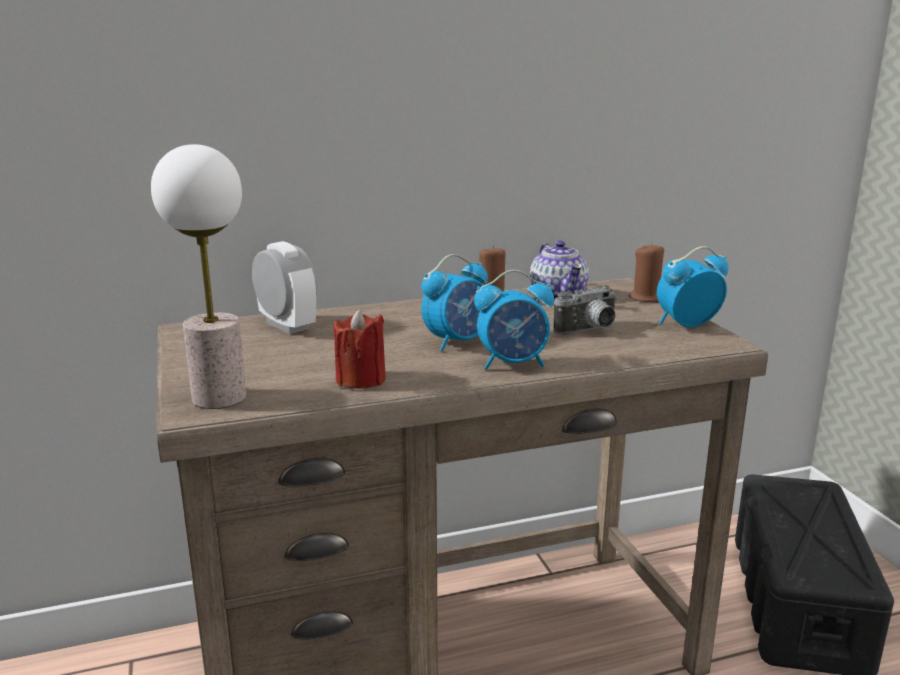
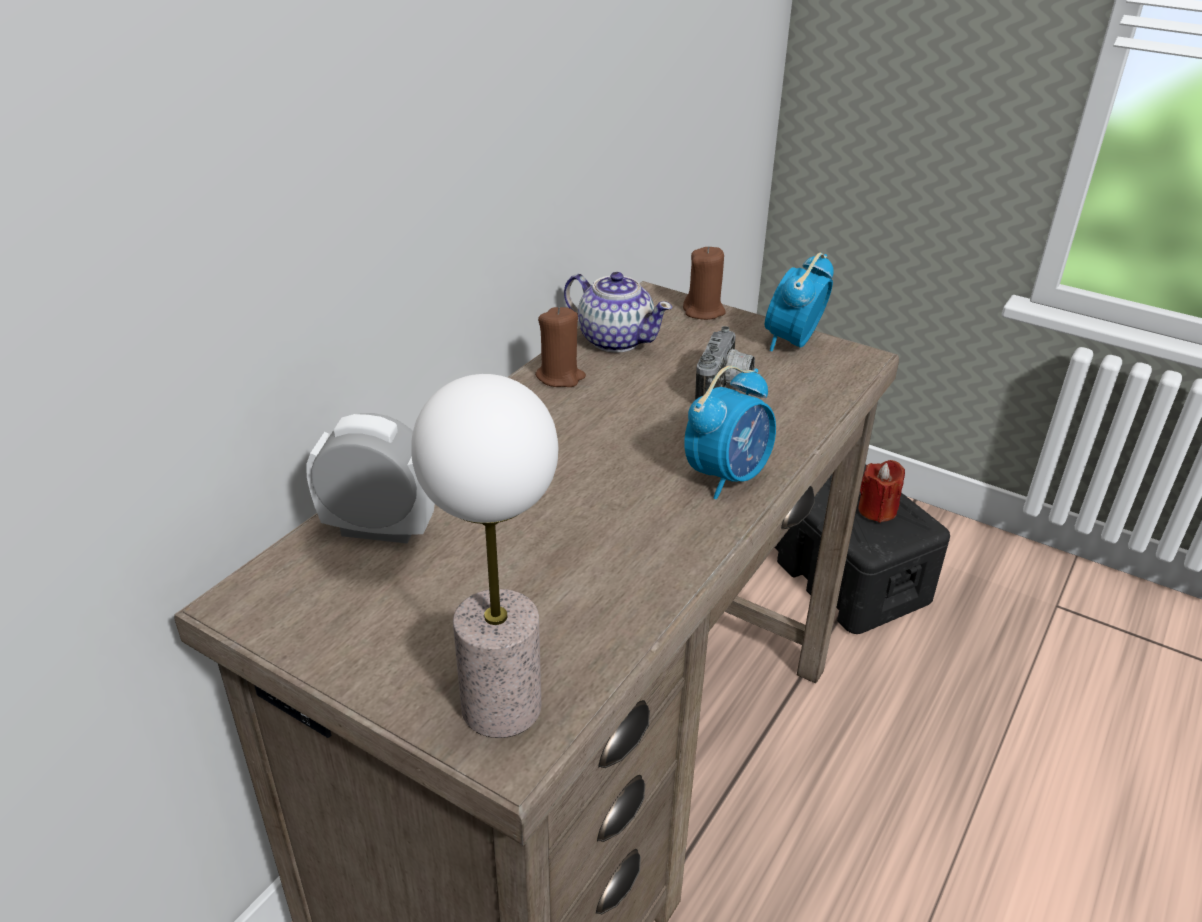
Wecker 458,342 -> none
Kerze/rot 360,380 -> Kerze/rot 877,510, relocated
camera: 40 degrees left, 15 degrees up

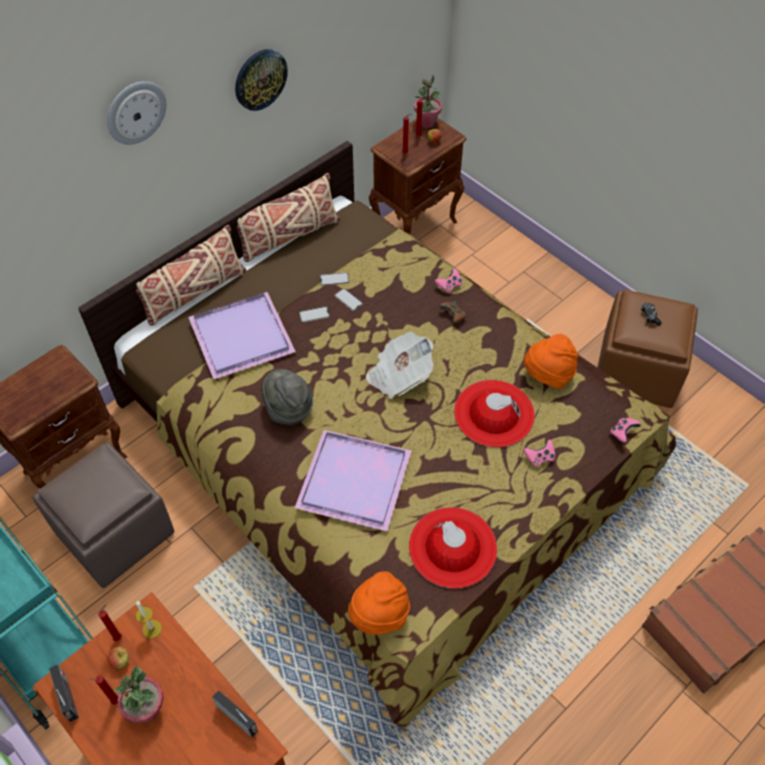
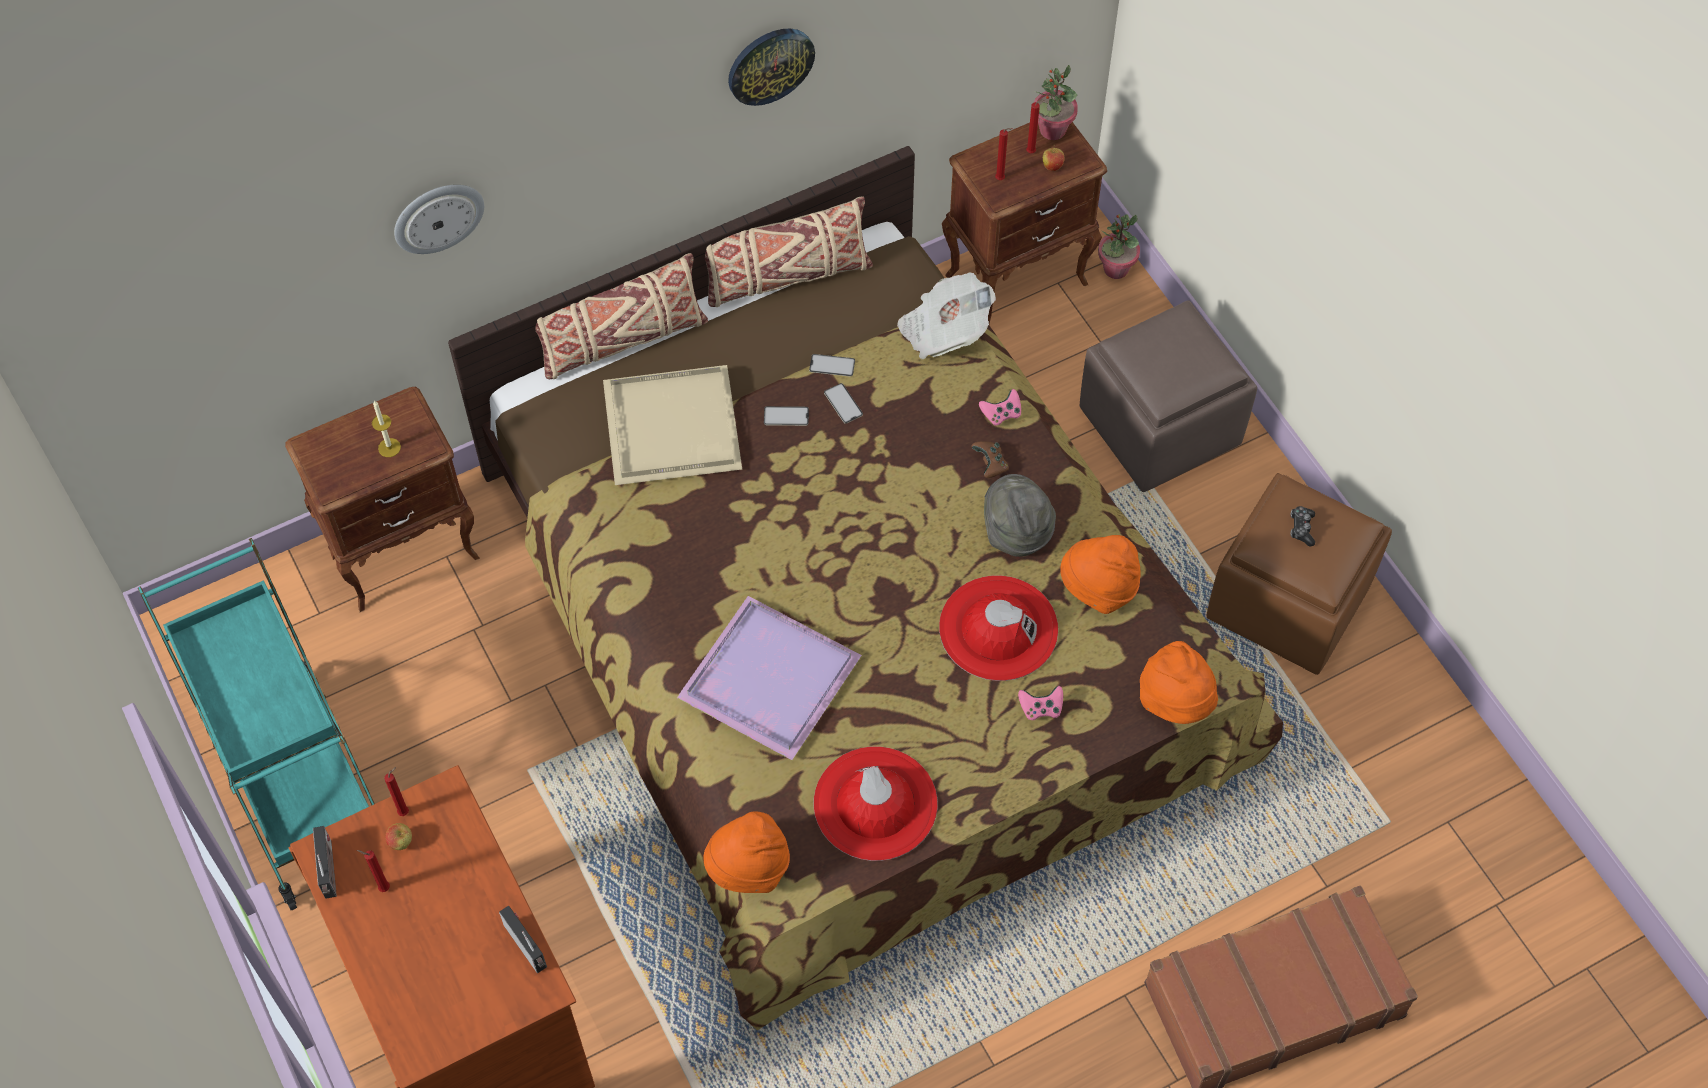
Wanduhr 135,112 -> Wanduhr 438,217, relocated
Tablett/lila 240,338 -> Tablett/beige 670,430
Zeitung 399,375 -> Zeitung 944,330, relocated
Hut/grau 288,409 -> Hut/grau 1016,531, relocated
Gamepad/rosa 622,433 -> Hut/orange 1175,701
Polsterhocker/braun 116,533 -> Polsterhocker/braun 1161,427, relocated
Kerze 152,629 -> Kerze 389,447, relocated
Topfpflanze 146,708 -> Topfpflanze 1115,269, relocated
camera: 15 degrees right, 5 degrees up

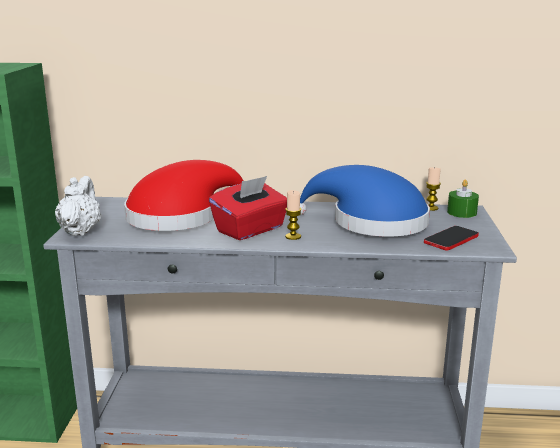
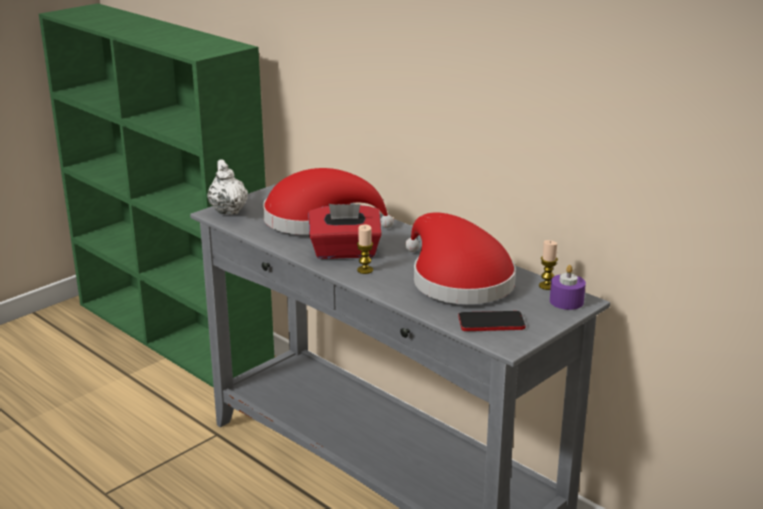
Hut/blau 371,222 -> Hut/rot 457,280
Teekanne/weiß 80,231 -> Teekanne/weiß 228,210, 60 degrees counterclockwise
Kerze/grün 461,212 -> Kerze/lila 566,301
camera: 40 degrees right, 5 degrees up

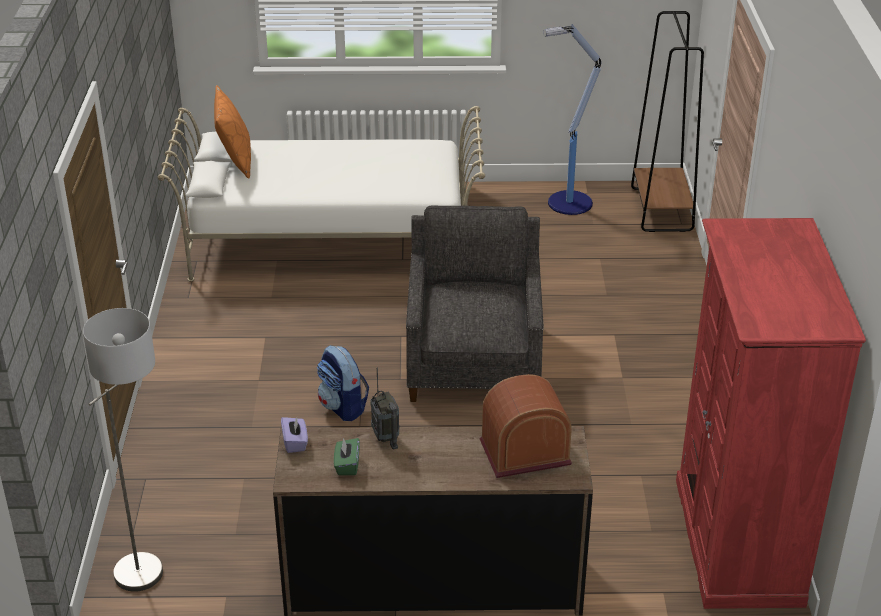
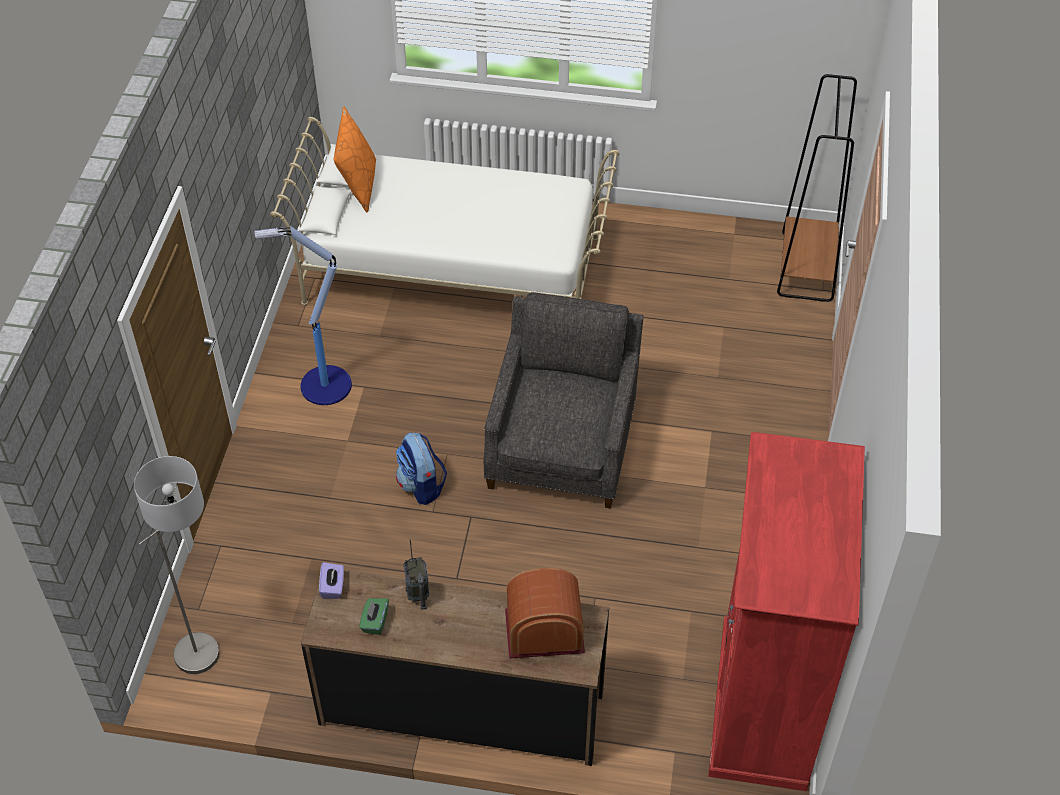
Stehlampe 568,203 -> Stehlampe 323,386, relocated
camera: 10 degrees right, 15 degrees up

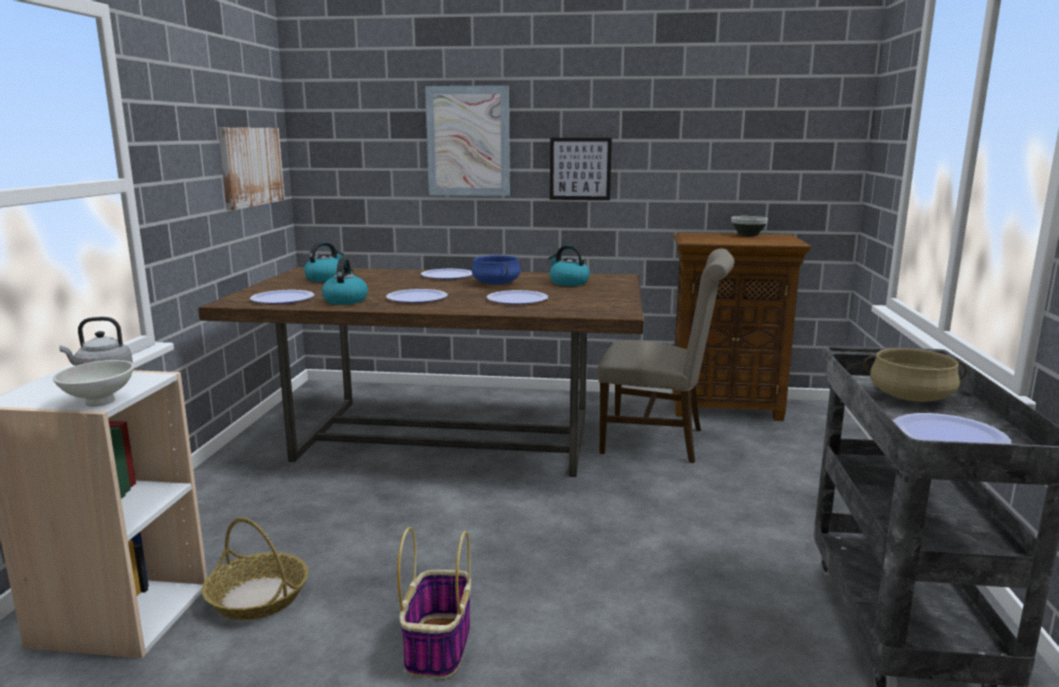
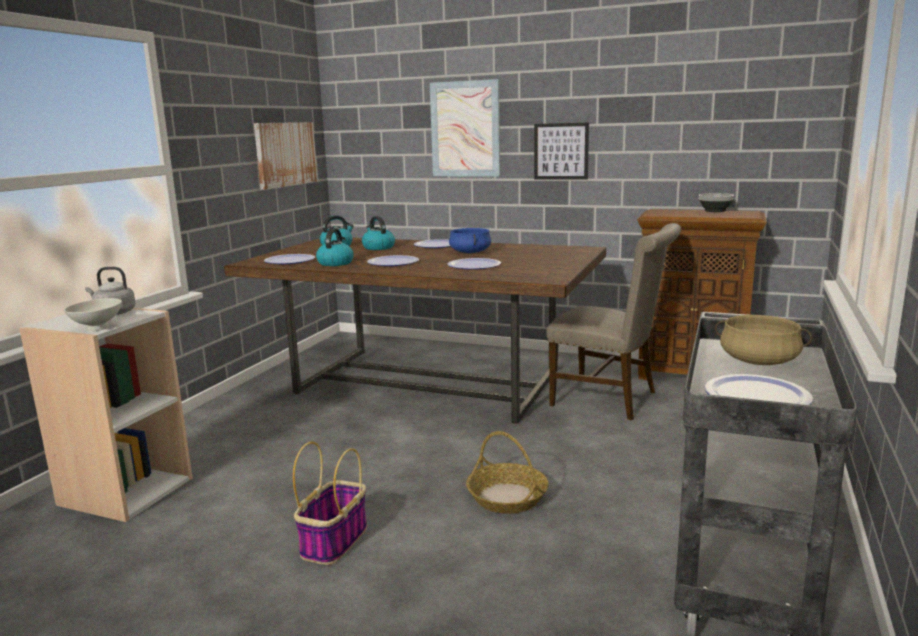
Wasserkessel 568,282 -> Wasserkessel 378,247, relocated
Korb 257,597 -> Korb 506,497, relocated
camera: 15 degrees right, 0 degrees up

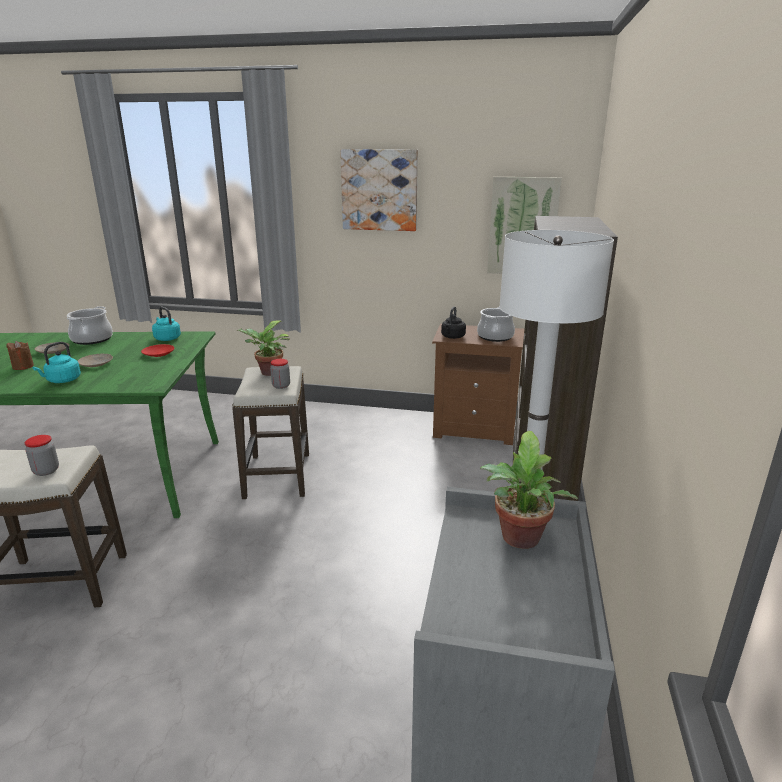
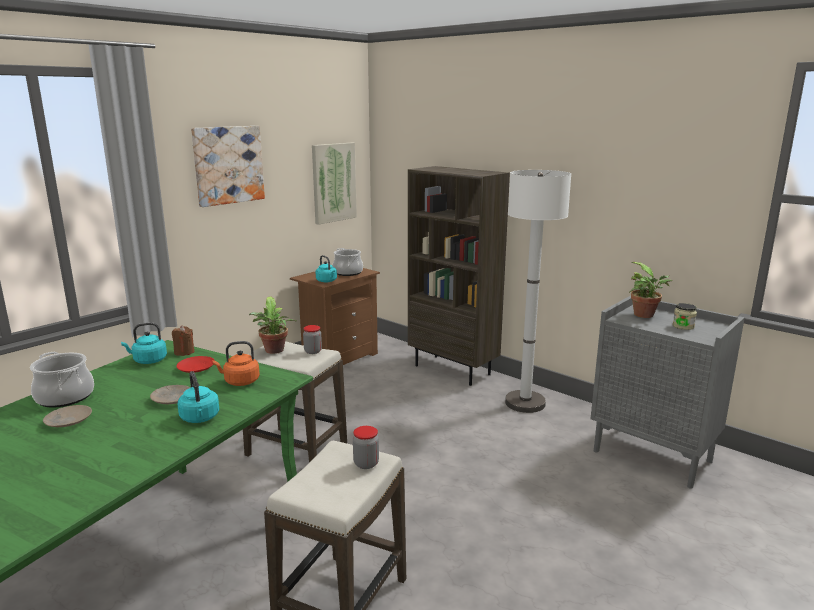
Wasserkessel/schwarz 452,337 -> Wasserkessel/türkis 327,281
Kerze/braun 23,366 -> Kerze/braun 184,352, relocated
none -> Vorratsglas 683,326
none -> Wasserkessel/orange 240,382
camera: 60 degrees left, 5 degrees down

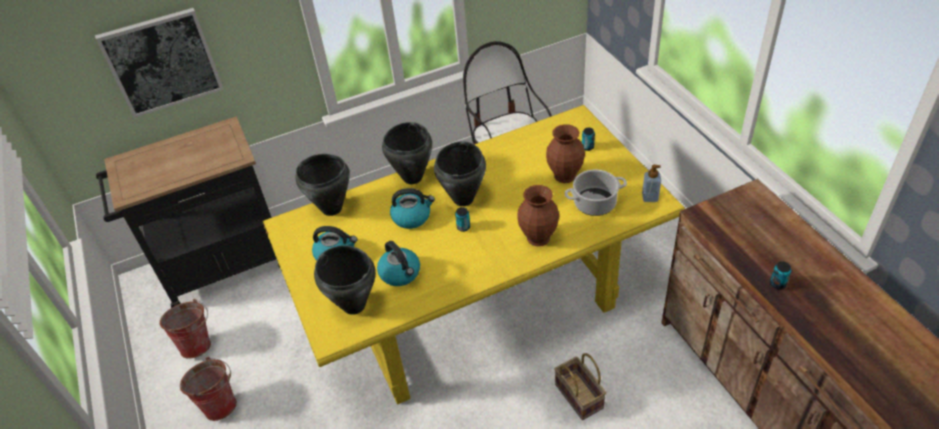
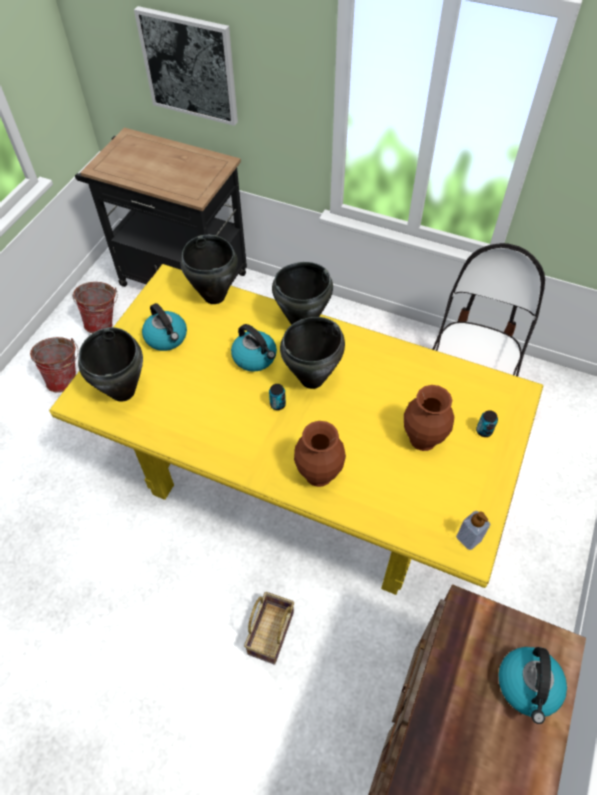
Kochtopf 594,204 -> none
Wasserkessel 400,273 -> Wasserkessel 528,686, relocated
Dose 777,284 -> none
camera: 45 degrees right, 10 degrees up

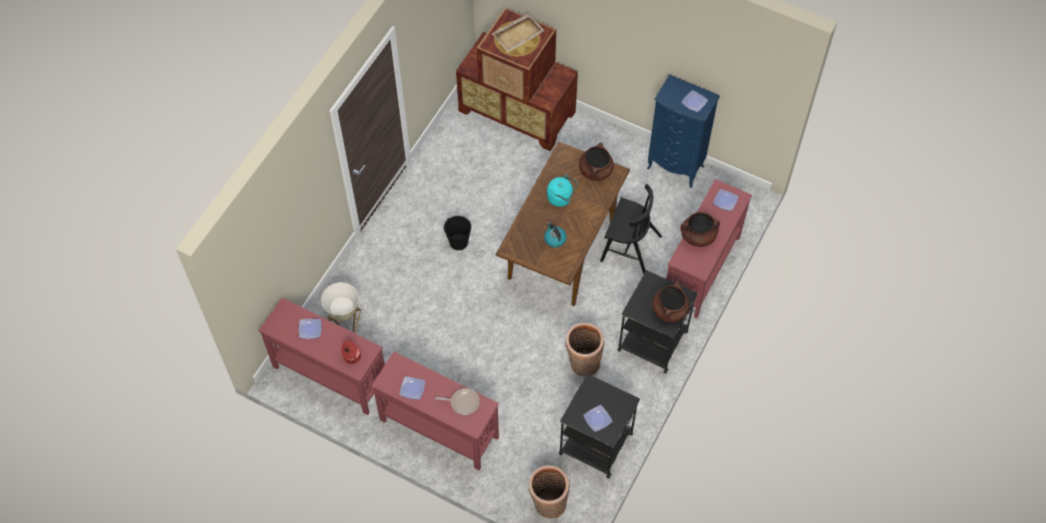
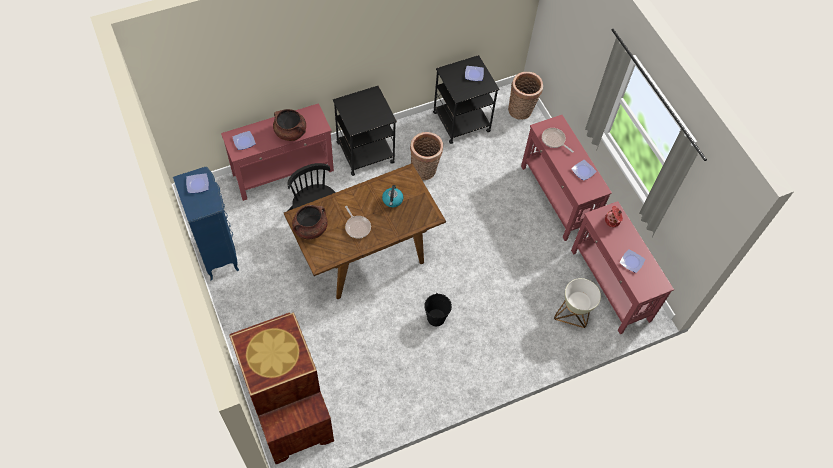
Tablett/beige 518,33 -> none
Wasserkessel/türkis 561,198 -> Pfanne 357,227
Kochtopf/braun 669,310 -> none
camera: 145 degrees left, 0 degrees up

